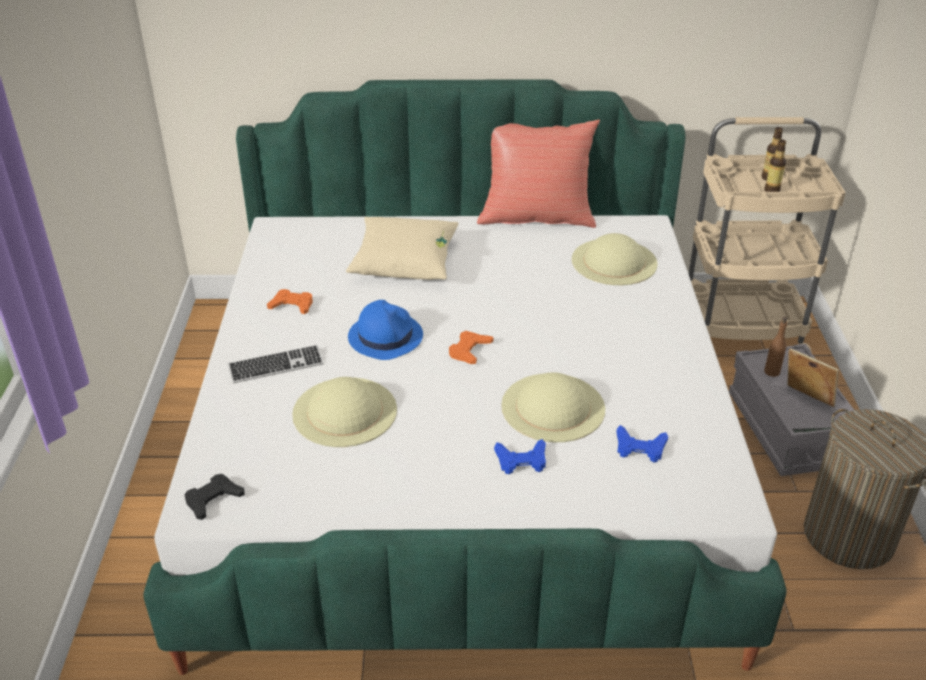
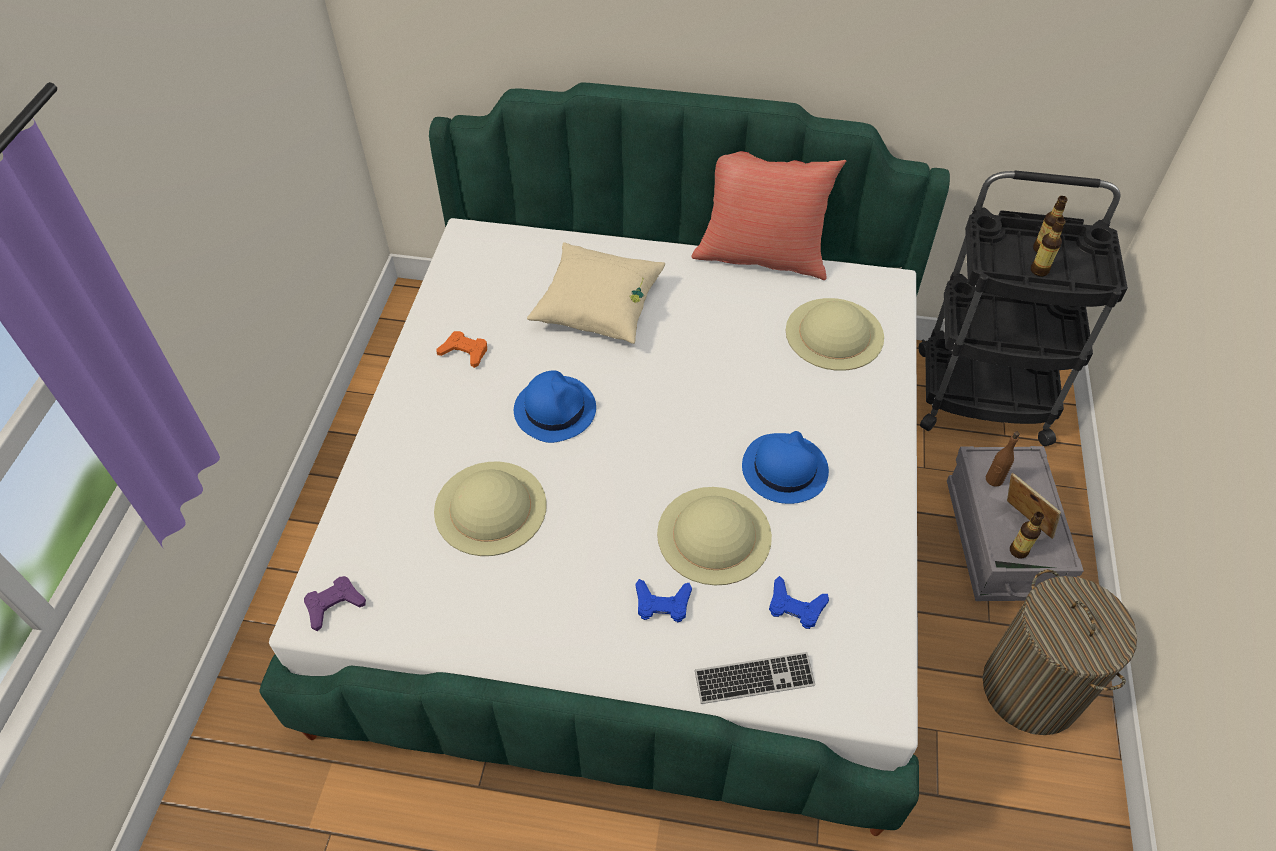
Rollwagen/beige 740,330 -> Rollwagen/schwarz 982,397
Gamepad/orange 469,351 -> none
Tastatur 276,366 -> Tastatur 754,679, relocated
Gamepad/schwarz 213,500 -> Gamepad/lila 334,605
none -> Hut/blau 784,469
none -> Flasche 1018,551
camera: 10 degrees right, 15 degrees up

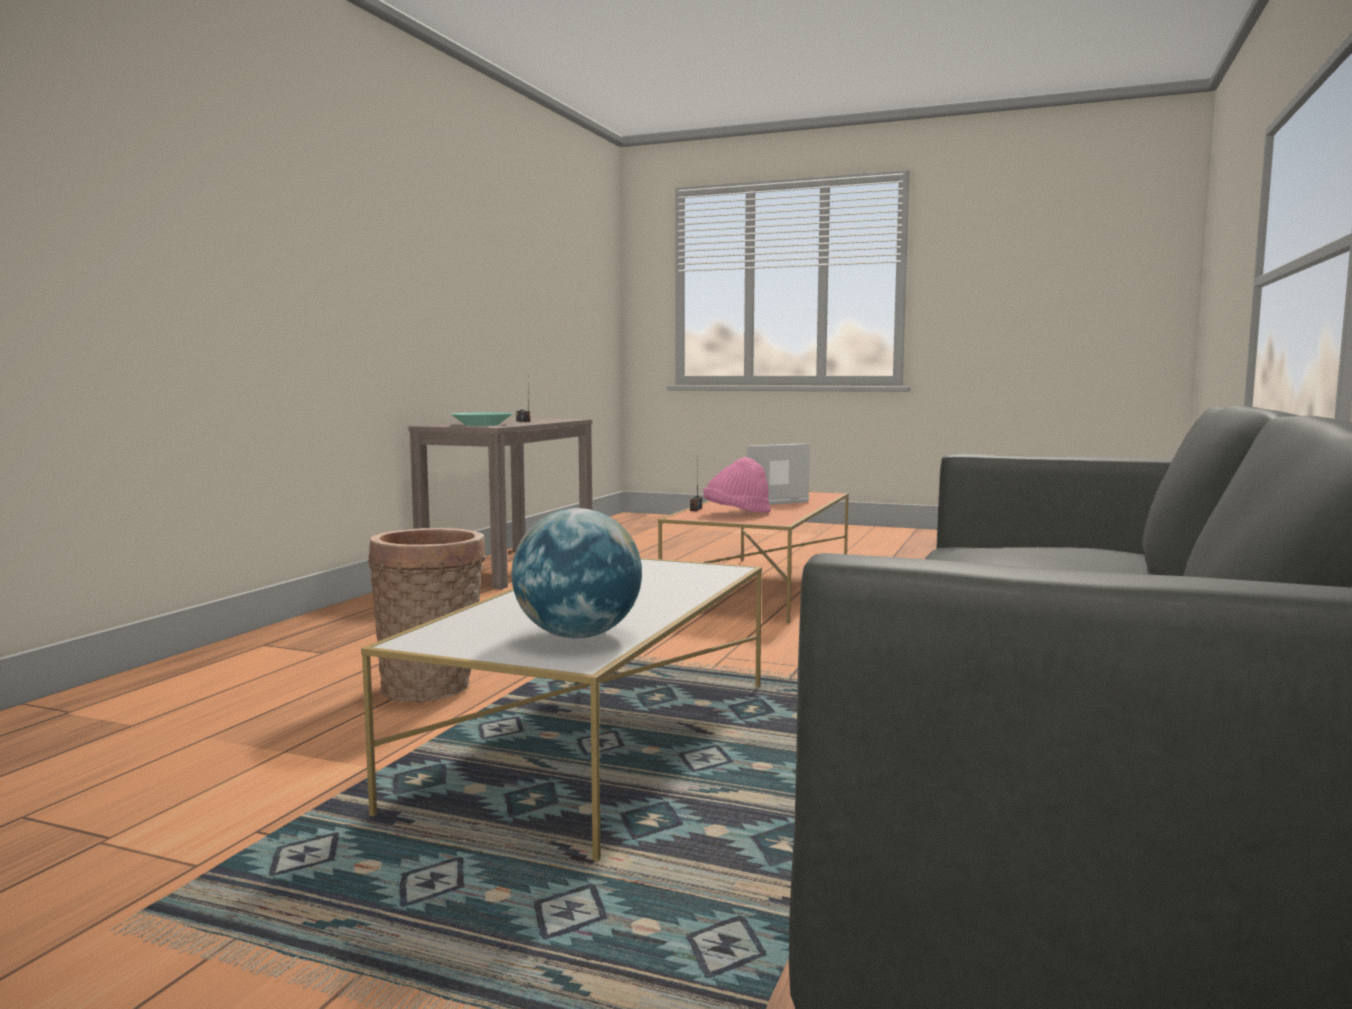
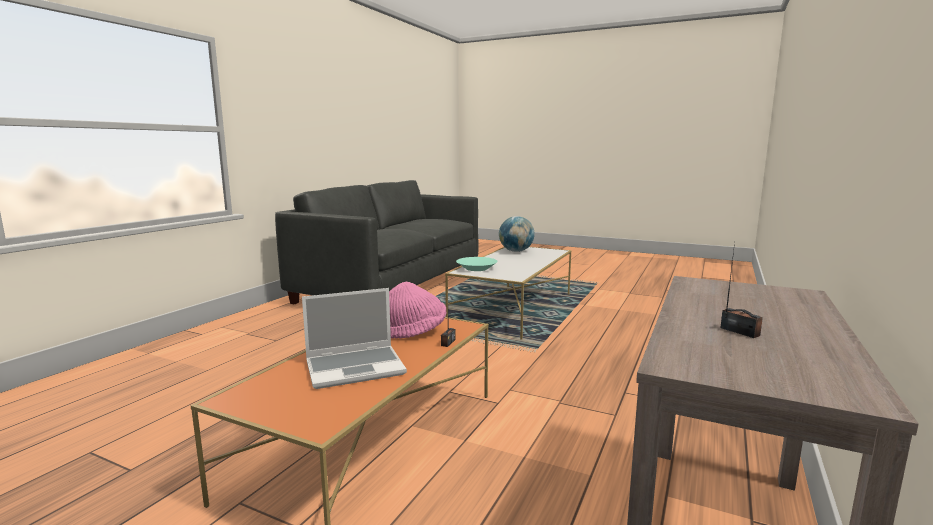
Schüssel/türkis 481,425 -> Schüssel/türkis 476,268, relocated
Korb 432,688 -> none
camera: 175 degrees left, 5 degrees up

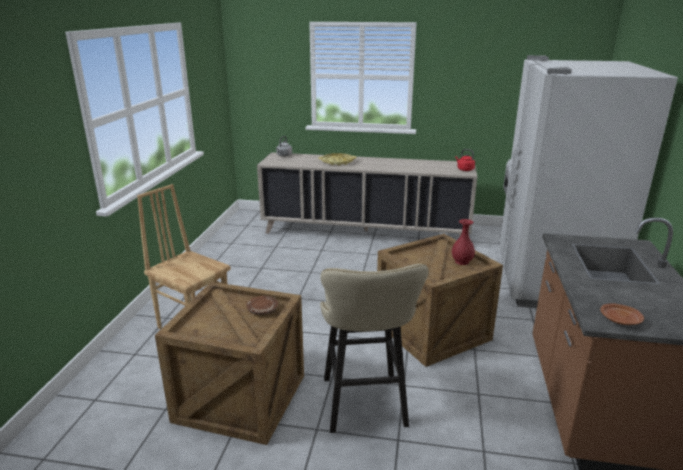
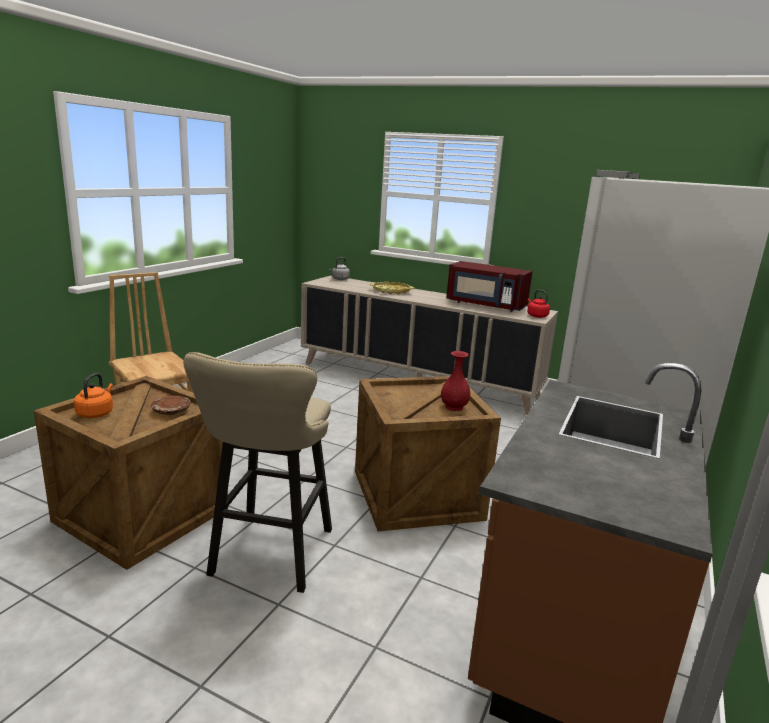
Teller/braun 620,320 -> none
none -> Mikrowelle/rot 485,305
none -> Wasserkessel/orange 96,413
camera: 15 degrees right, 5 degrees down

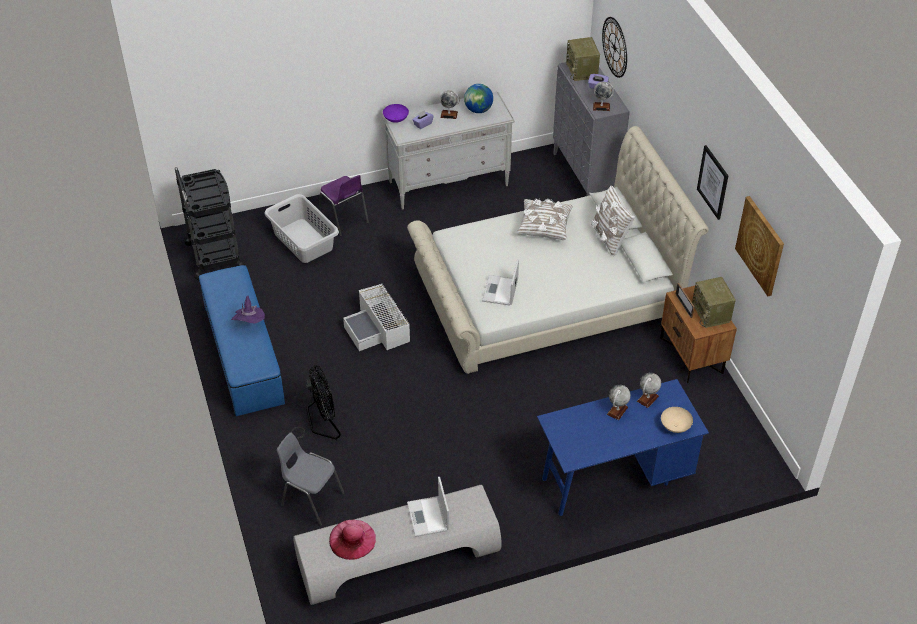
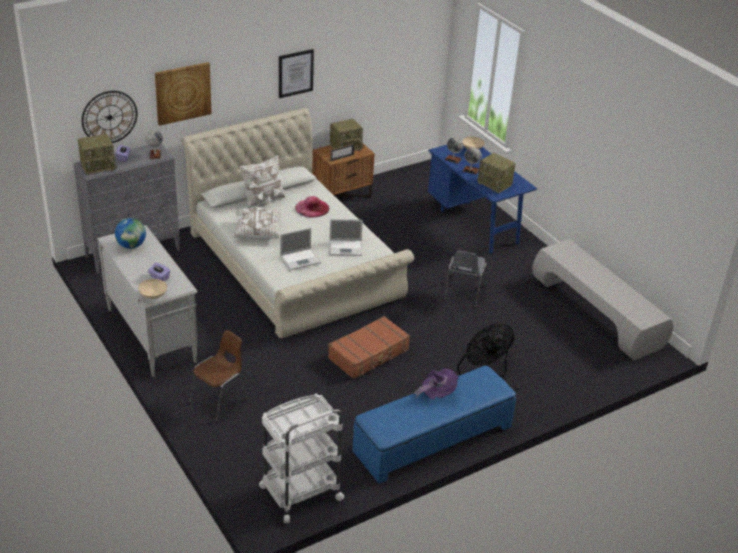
Globus 449,114 -> none
Schüssel/lila 396,119 -> Schüssel/beige 153,295
Rollwagen/schwarz 215,256 -> Rollwagen/weiß 300,492
Stuhl/lila 344,219 -> Stuhl/braun 220,401
Wäschekorb/grau 303,241 -> none
Bild 760,245 -> Bild 183,93, relocated
Aufbewahrungsbox/weiß 378,329 -> Koffer/braun 369,354
Stuhl/grau 311,499 -> Stuhl/grau 463,294, relocated
Laptop 428,517 -> Laptop 301,259, relocated
Hut/rosa 352,539 -> Hut/rosa 312,208, relocated
none -> Radio 495,184
camera: 105 degrees left, 10 degrees down

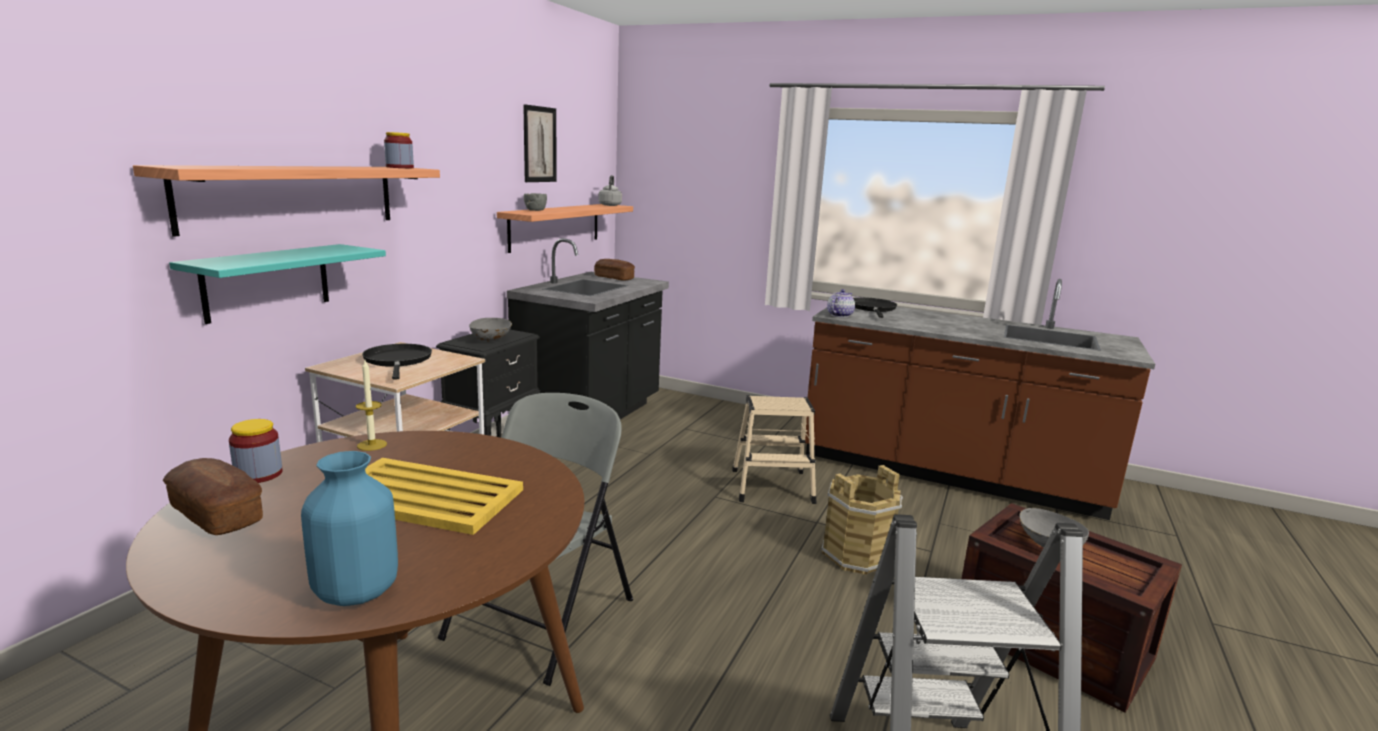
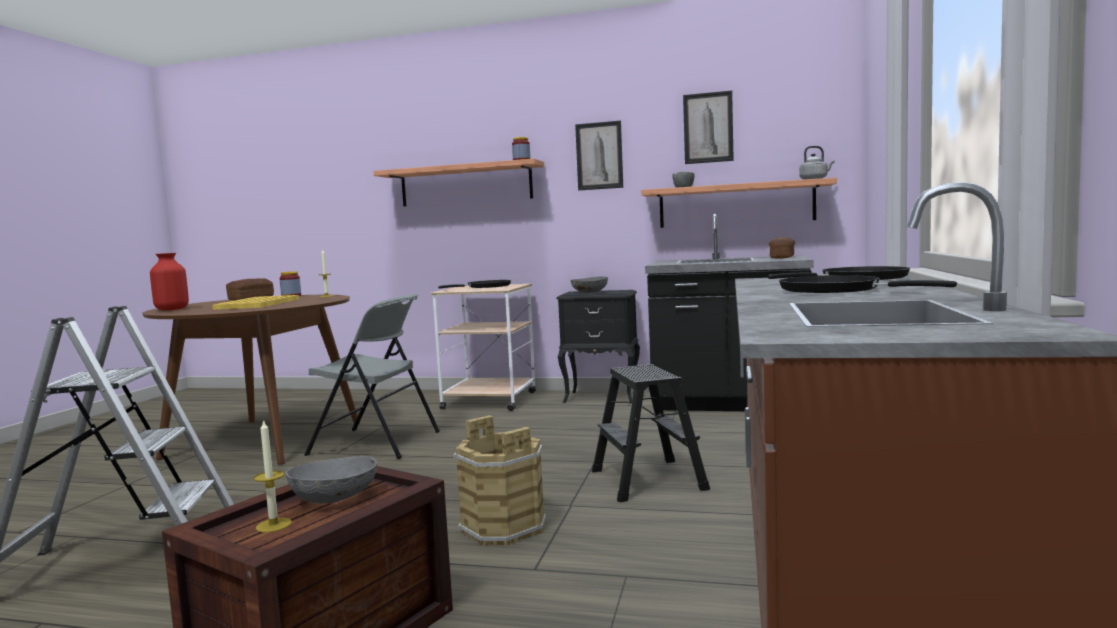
Wandregal/türkis 267,282 -> none
Teekanne 839,315 -> none
Trittleiter/beige 772,485 -> Trittleiter/schwarz 648,480
Vase/blau 358,591 -> Vase/rot 172,309
none -> Bild 599,156
none -> Pfanne/schwarz 836,290
none -> Kerze 273,525
camera: 80 degrees right, 10 degrees down

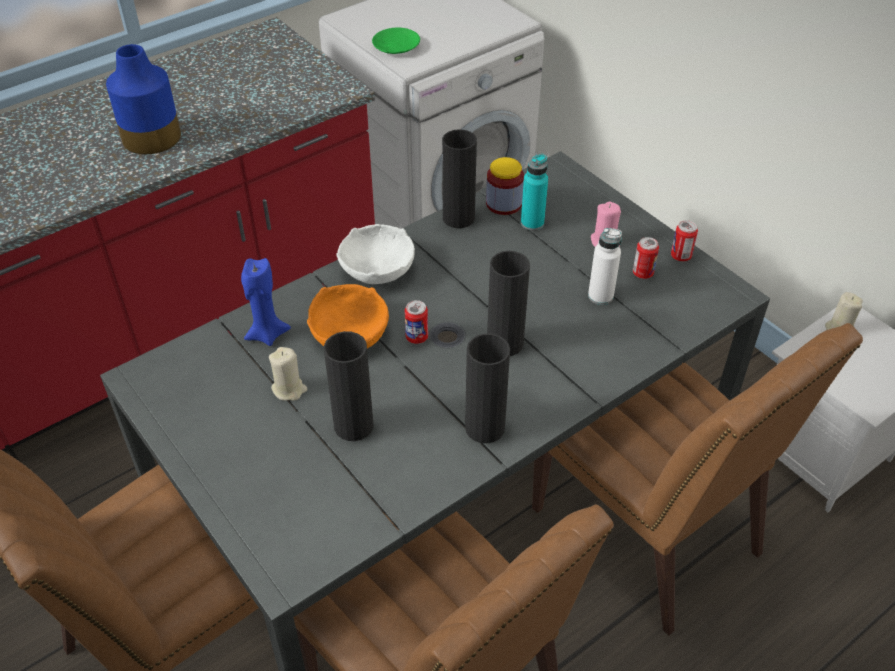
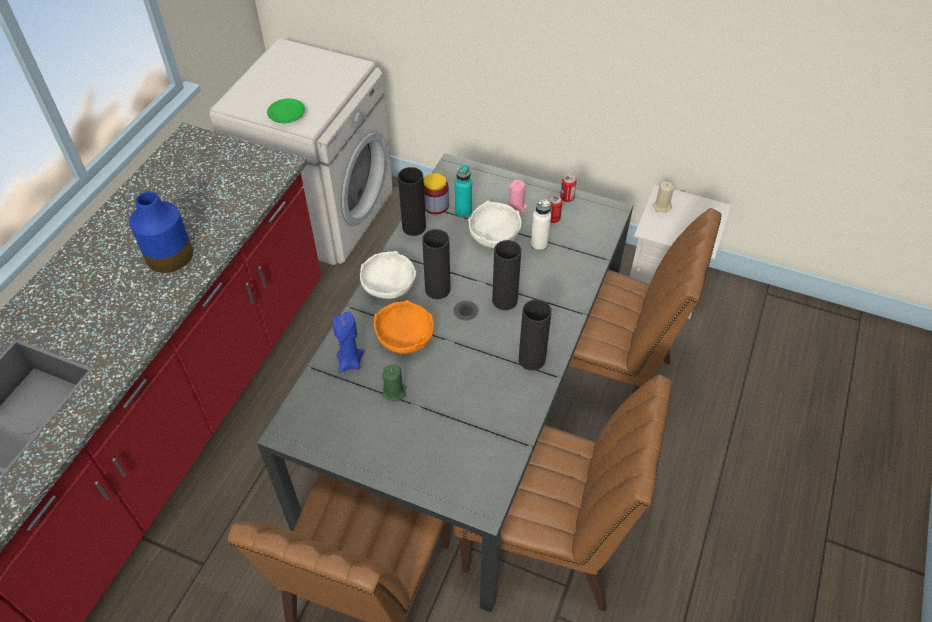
Dose 416,337 -> none
Vase/schwarz 353,425 -> Vase/schwarz 437,289, relocated
Kerze/beige 289,389 -> Kerze/grün 394,392
none -> Schüssel/weiß 494,236
camera: 30 degrees left, 5 degrees up

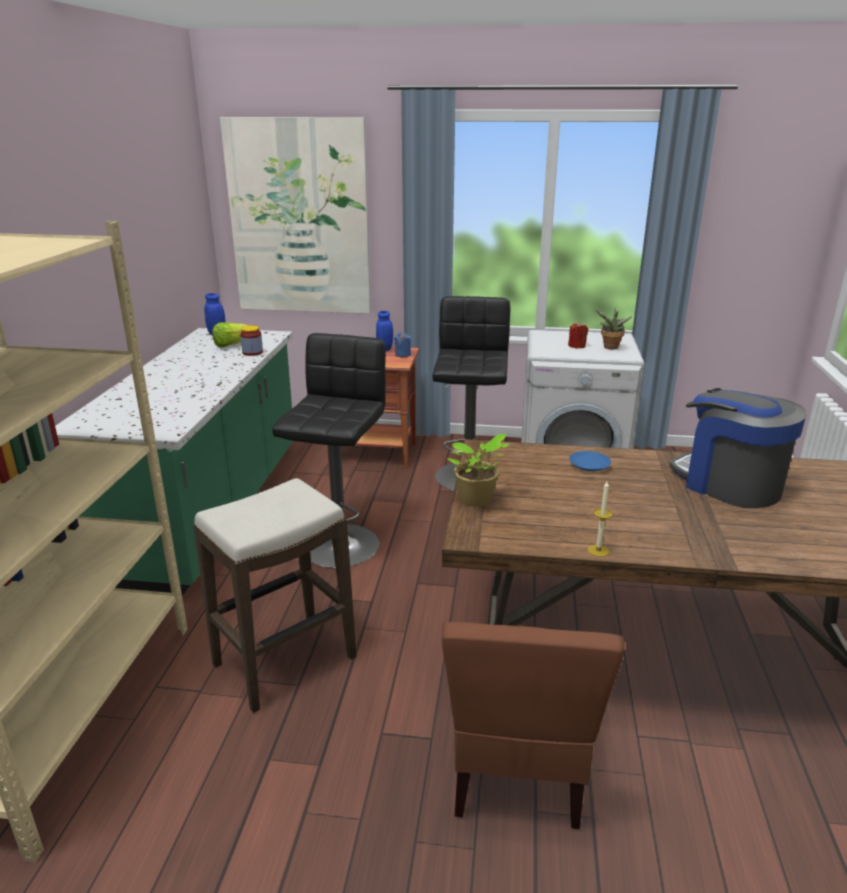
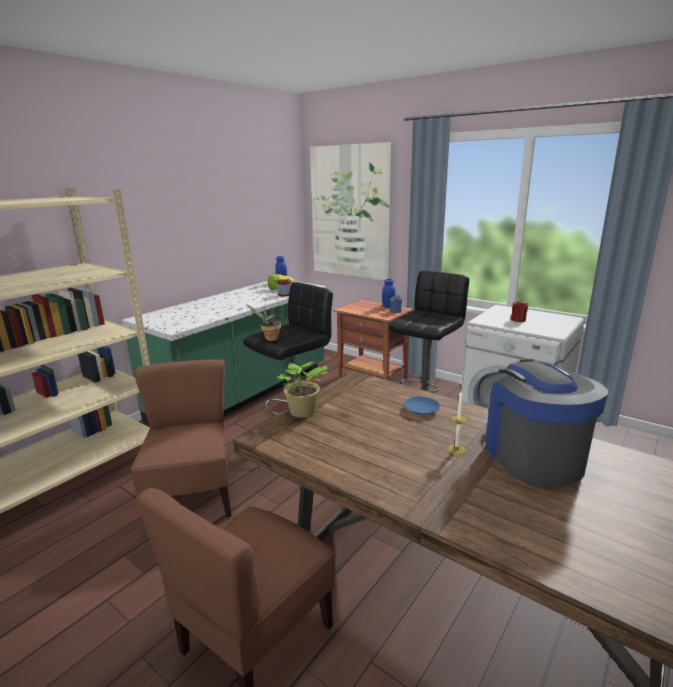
Topfpflanze 610,348 -> Topfpflanze 270,339, relocated
Hocker 285,661 -> Stuhl/braun 193,497
Kerze 598,550 -> Kerze 456,449, relocated
camera: 30 degrees right, 5 degrees down

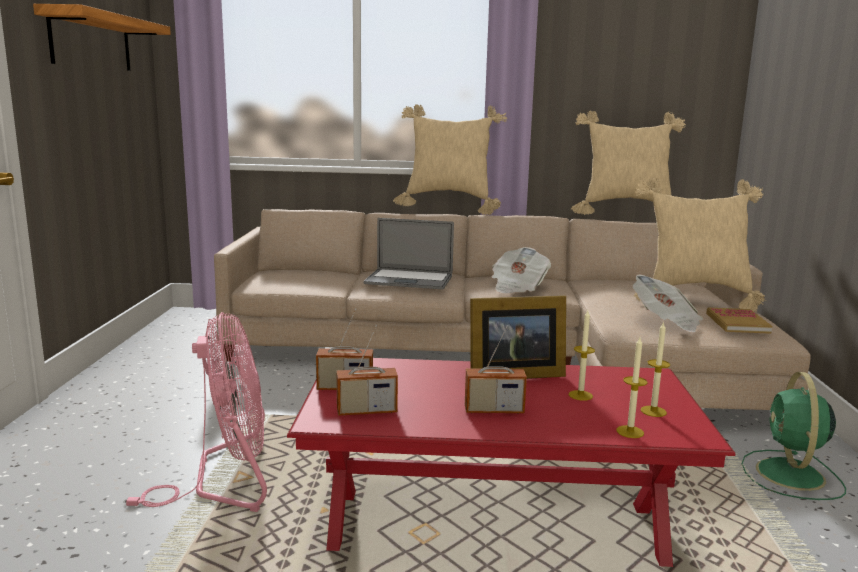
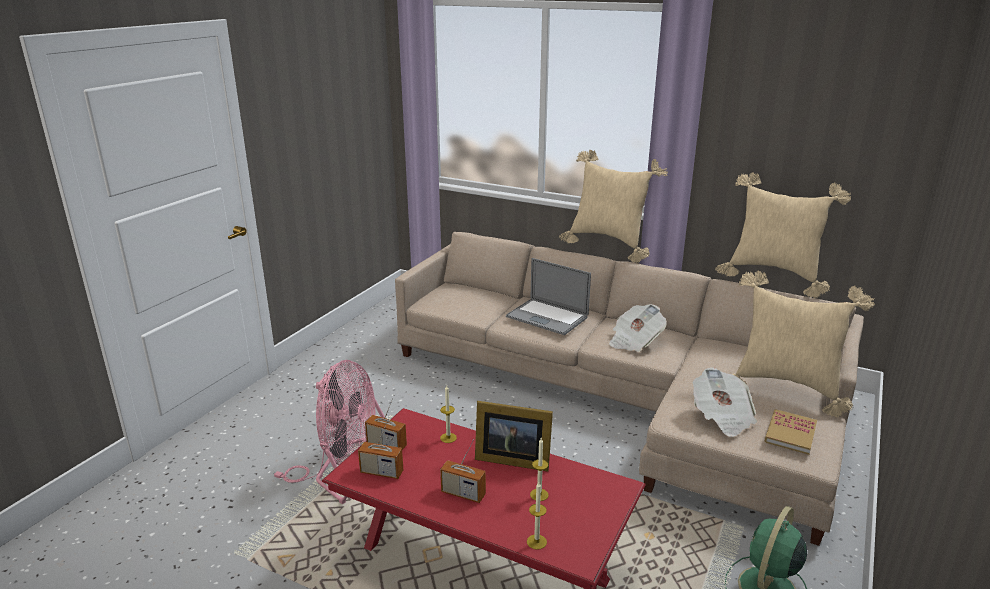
Wandregal 91,42 -> none
Kerze 653,411 -> Kerze 448,438, relocated
camera: 25 degrees right, 10 degrees up

